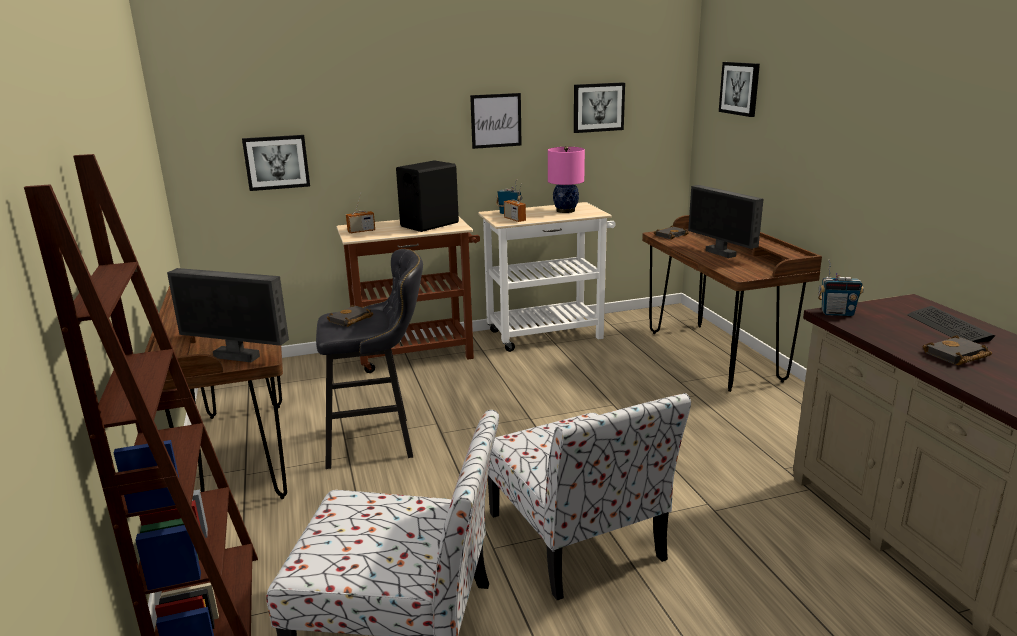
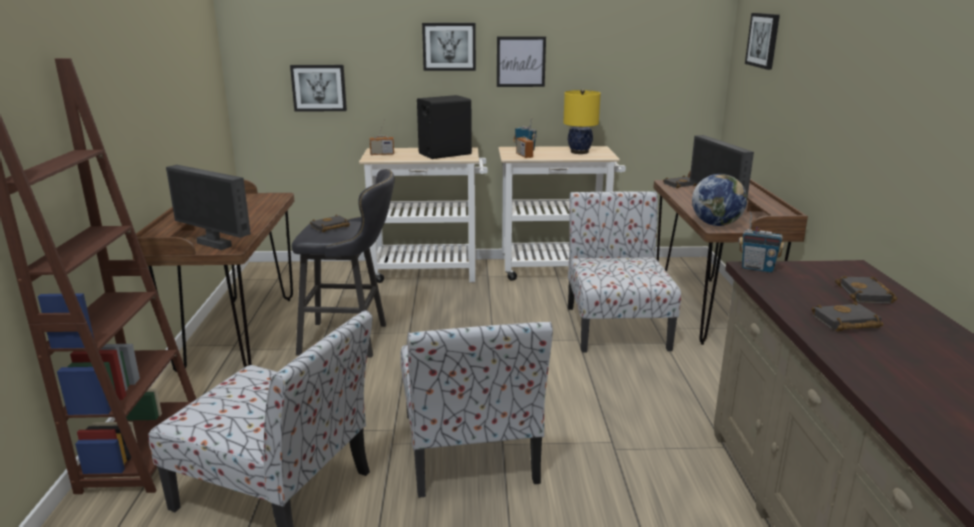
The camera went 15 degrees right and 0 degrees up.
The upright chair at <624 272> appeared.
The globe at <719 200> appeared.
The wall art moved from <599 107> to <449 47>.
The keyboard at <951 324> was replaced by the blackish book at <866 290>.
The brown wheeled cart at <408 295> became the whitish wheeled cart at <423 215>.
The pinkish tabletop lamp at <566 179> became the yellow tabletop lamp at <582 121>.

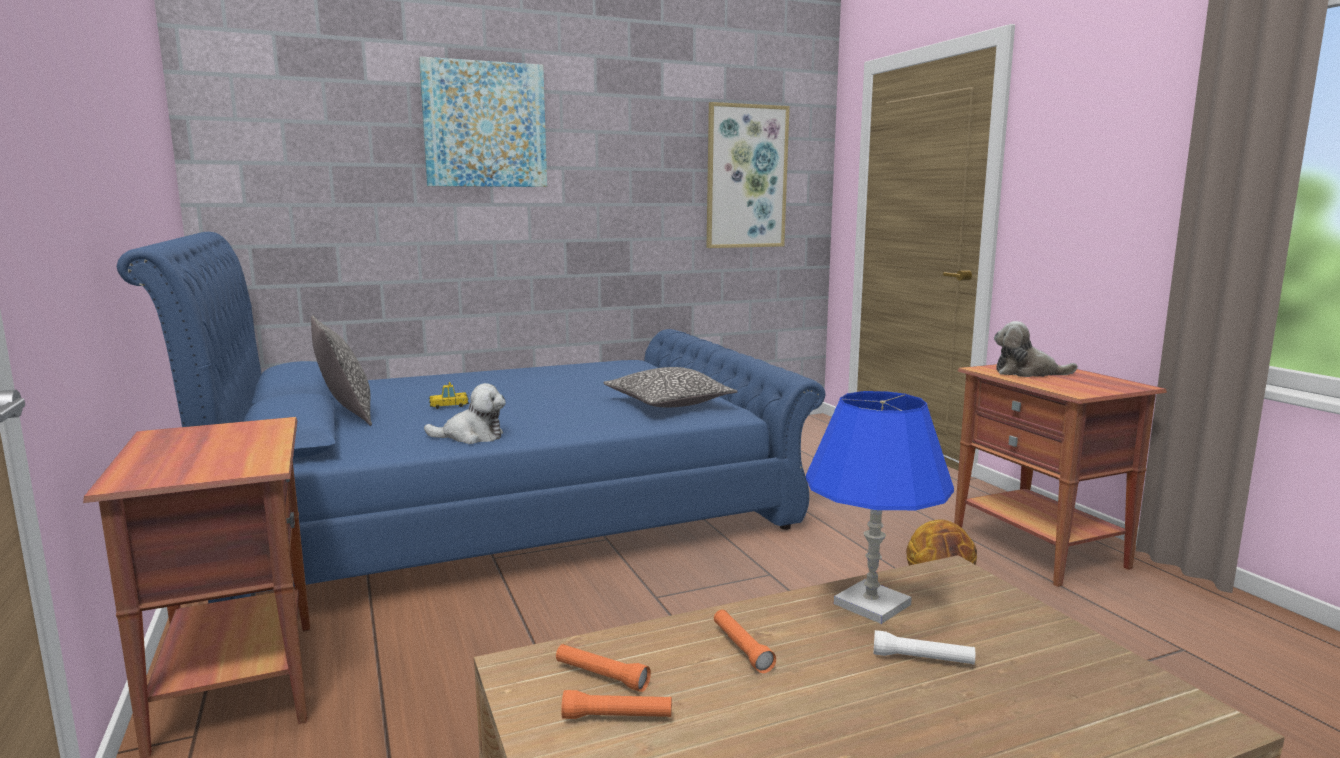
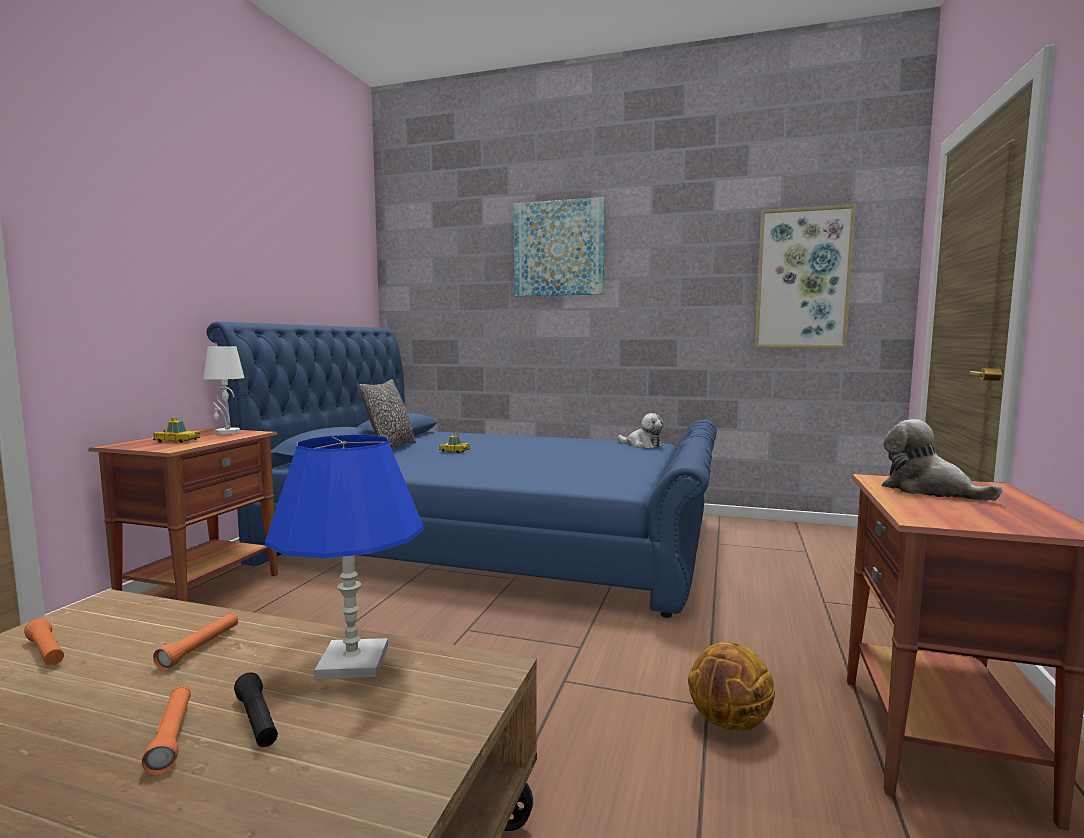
The camera went 40 degrees right and 5 degrees down.
The throw pillow at <670 387> disappeared.
The miniature car at <176 430> appeared.
The whitish tabletop lamp at <224 390> appeared.
The soft toy moved from <465 413> to <641 430>.
The orange-coloured flashlight moved from <603 668> to <166 730>.
The whitish flashlight at <924 647> became the blackish flashlight at <256 709>.

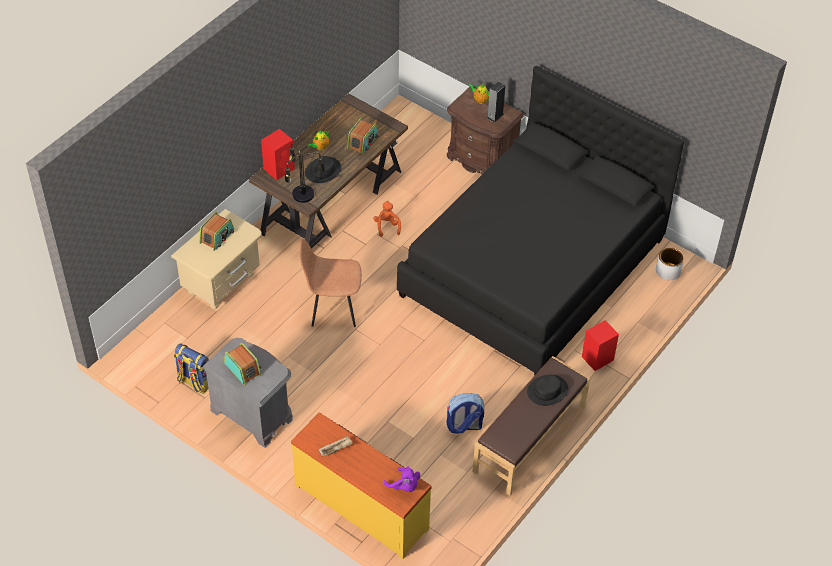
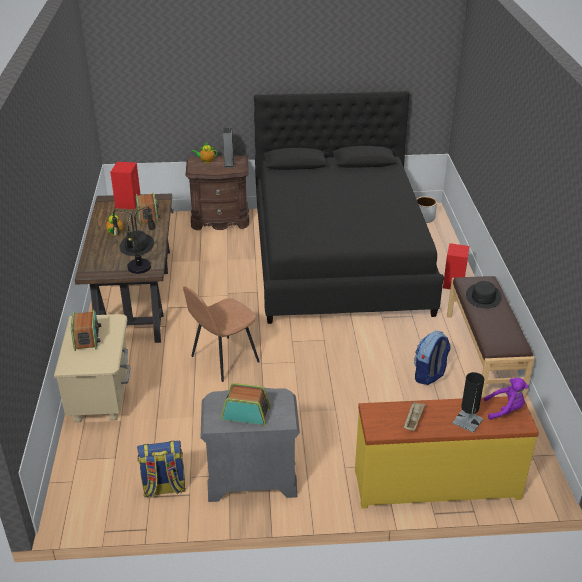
The camera went 40 degrees left and 15 degrees down.
The orange-coloured soft toy at <387 219> disappeared.
The blackish tabletop lamp at <468 402> appeared.
The red-coloured speaker moved from <278 154> to <125 185>.

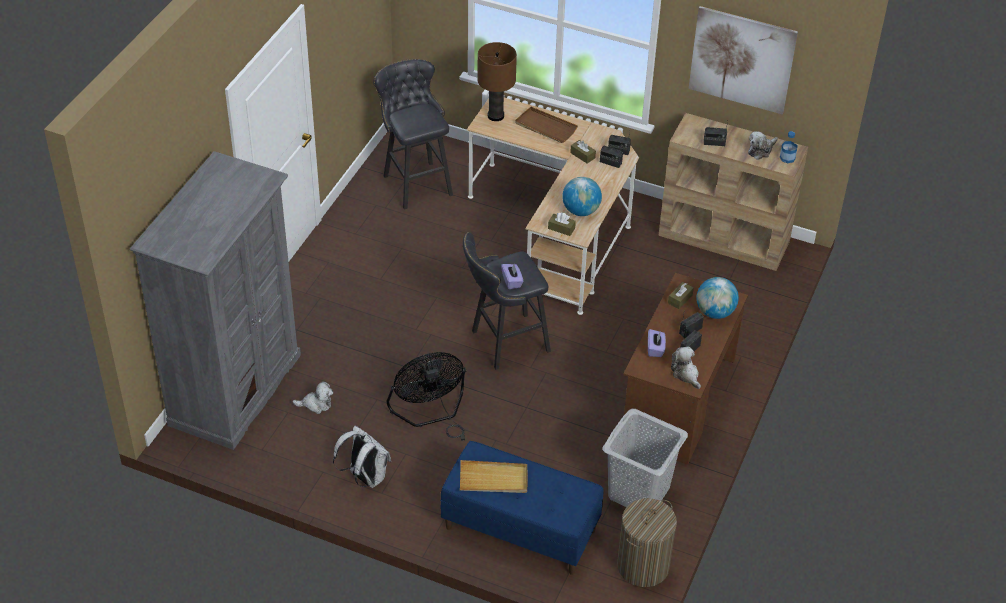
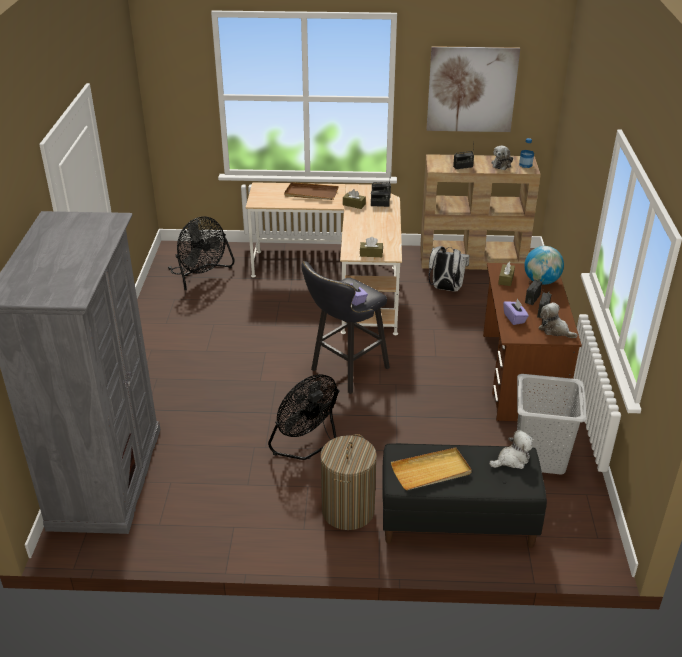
The camera went 20 degrees left and 10 degrees down.
The brown tabletop lamp at <497 81> disappeared.
The globe at <582 196> disappeared.
The soft toy moved from <312 398> to <511 449>.
The whitish backpack moved from <362 457> to <449 269>.
The hamper moved from <647 542> to <348 482>.
The blackish sitting stool at <413 134> was replaced by the blackish fan at <201 253>.
The blue-coloured indoor bench at <521 508> became the blackish indoor bench at <464 495>.

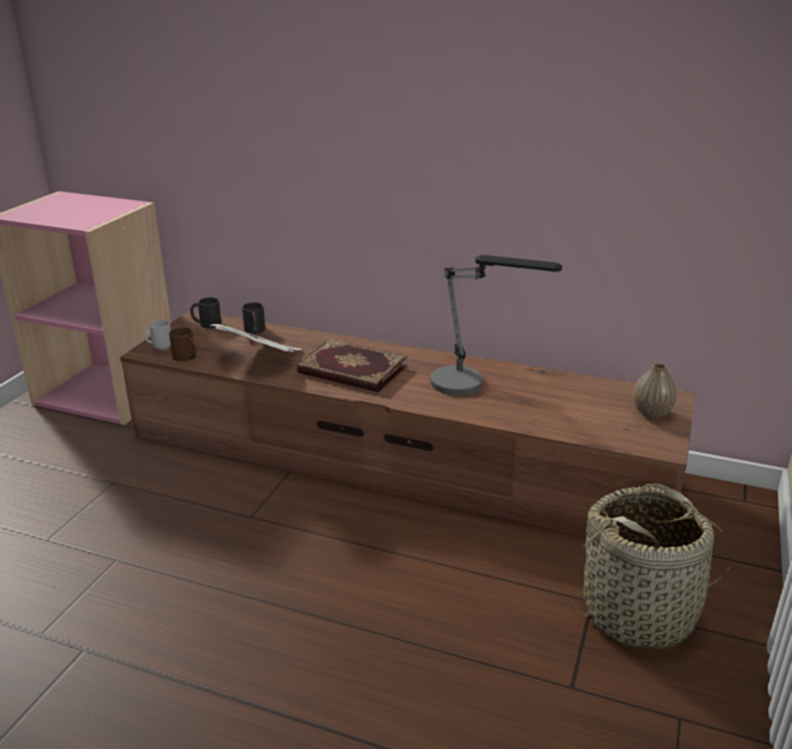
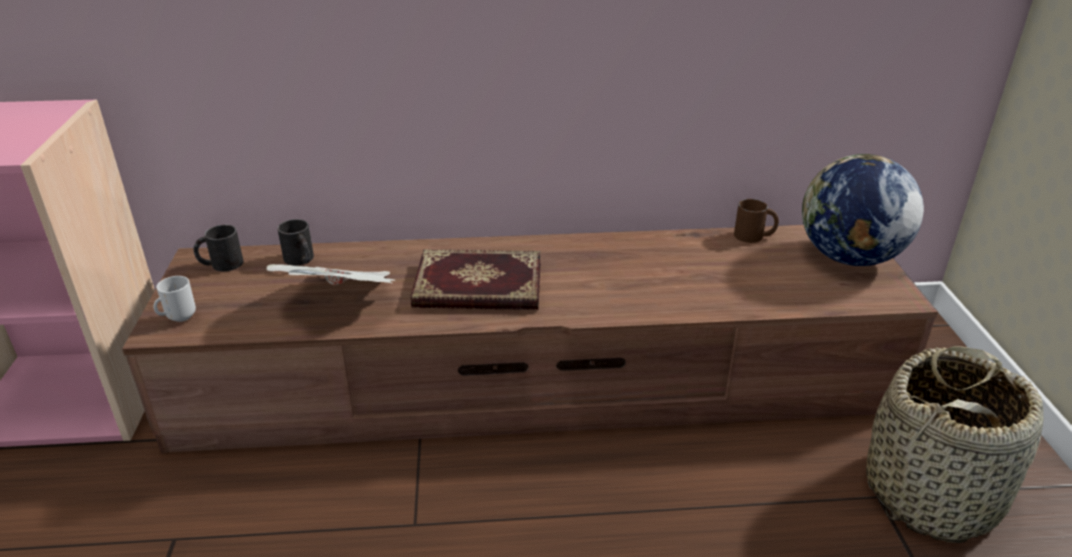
The camera went 25 degrees left and 5 degrees up.
The tabletop lamp at <496 325> disappeared.
The brown tea mug moved from <183 344> to <756 221>.
The flower vase at <655 391> was replaced by the globe at <863 210>.

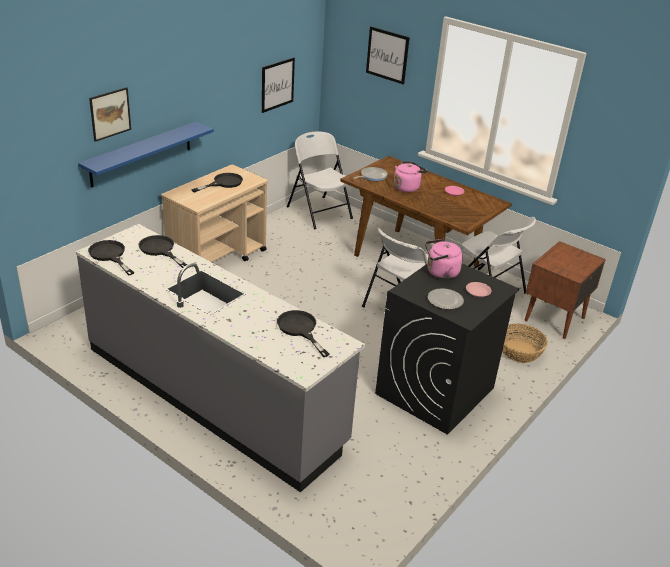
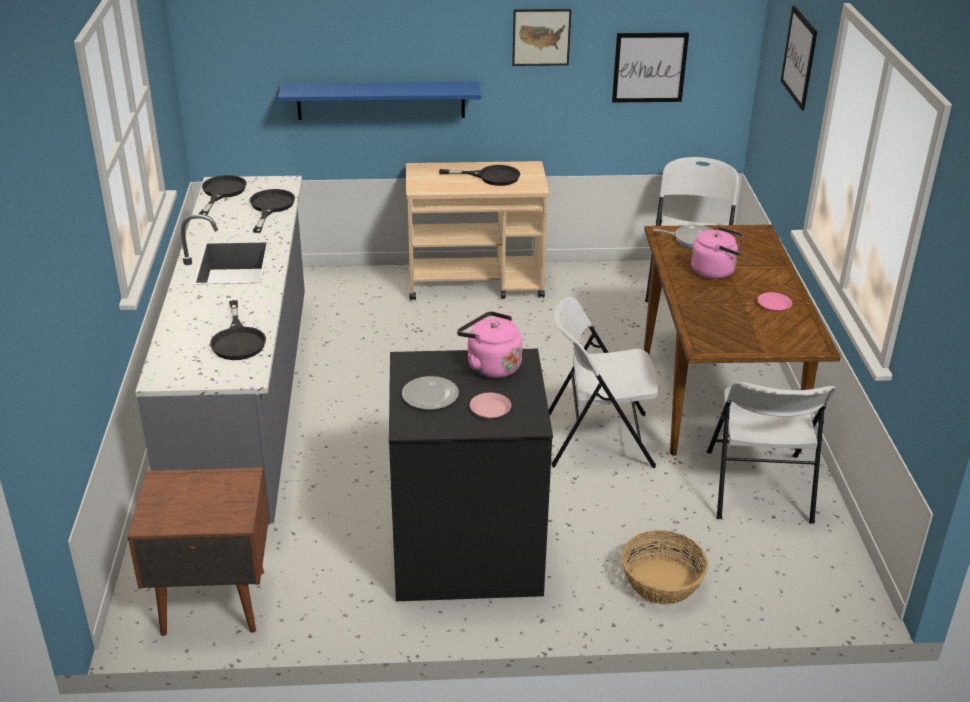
The camera went 50 degrees right and 0 degrees up.
The wall art moved from <110 114> to <542 37>.
The brown nightstand moved from <565 290> to <198 551>.
The blackish frying pan at <303 333> turned 150 degrees clockwise.

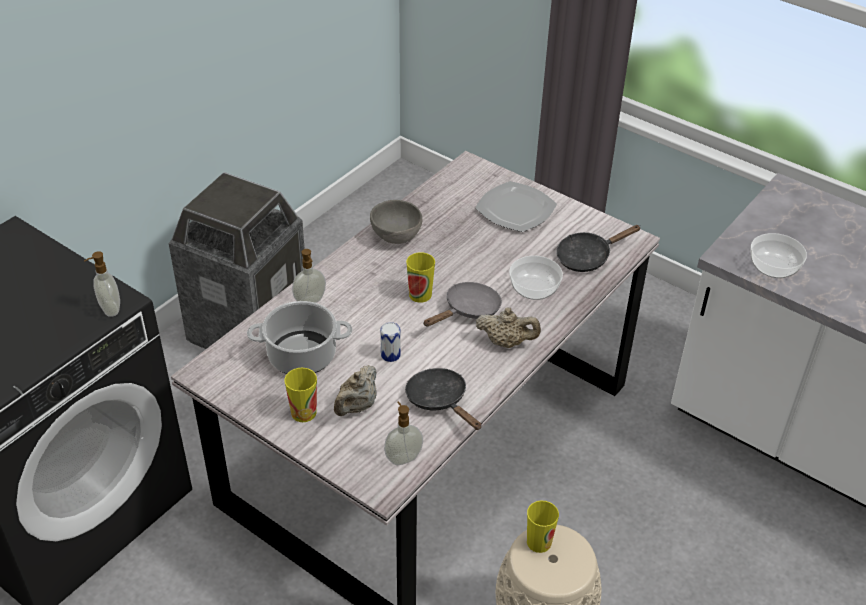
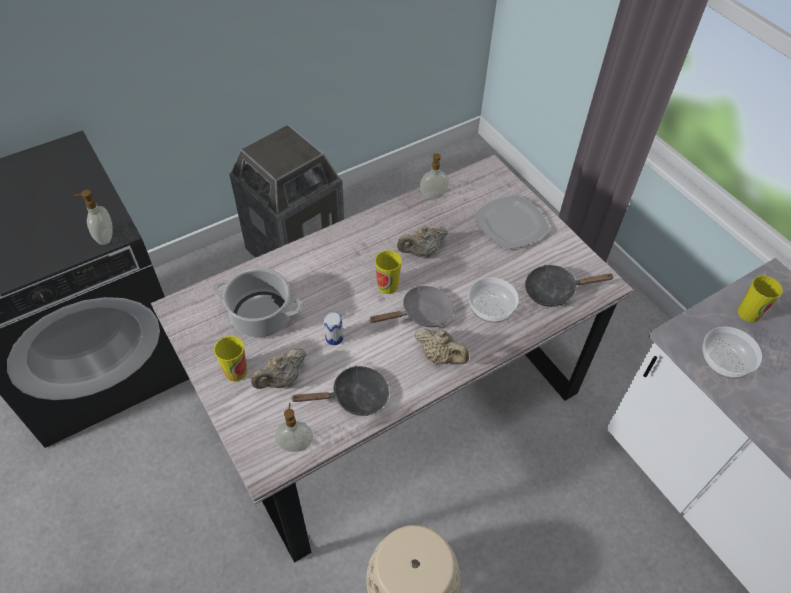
The camera went 20 degrees right and 10 degrees up.
The greyish deep dish at <396 222> disappeared.
The beige-coloured pot for tea at <422 241> appeared.
The soap dispenser moved from <309 276> to <434 176>.
The small cup moved from <543 526> to <760 298>.
The blackish frying pan at <443 399> turned 90 degrees clockwise.

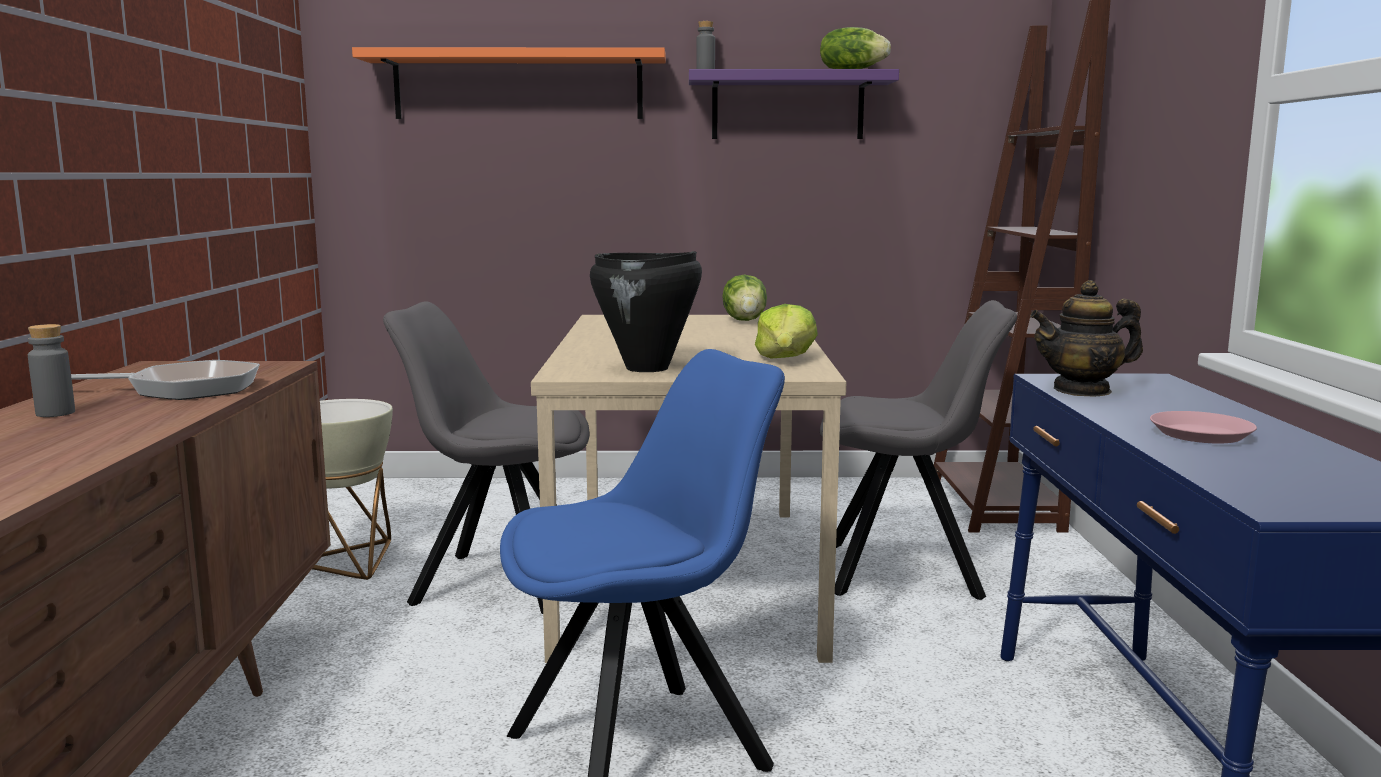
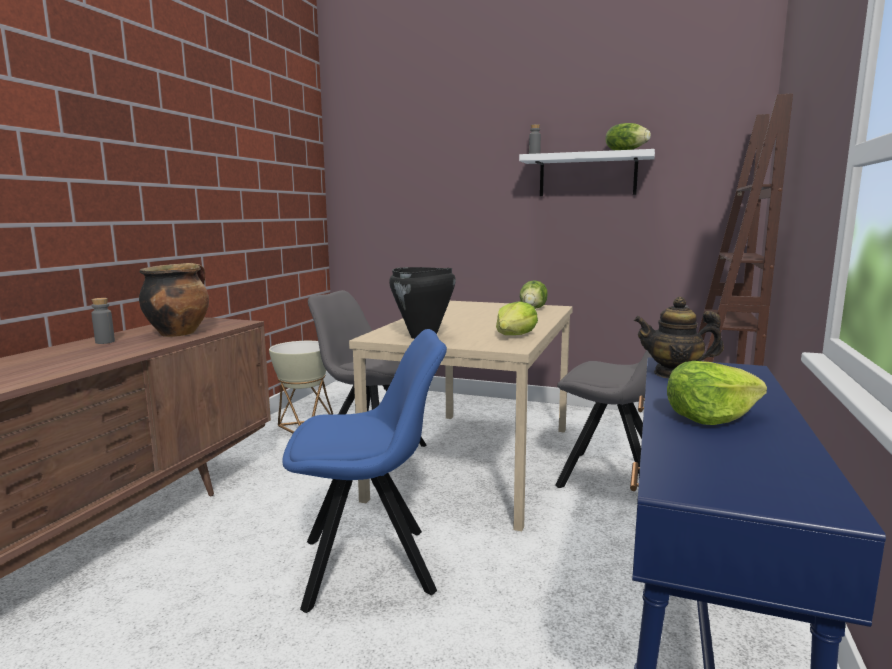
The camera went 20 degrees right and 0 degrees up.
The orange-coloured shelf at <509 83> disappeared.
The frying pan at <165 380> was replaced by the cooking pot at <174 300>.
The pinkish flat dish at <1203 427> was replaced by the lettuce at <717 393>.
The purple shelf at <794 104> became the whitish shelf at <587 172>.

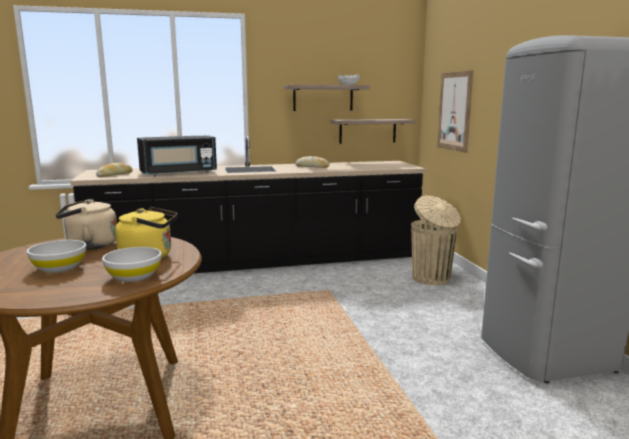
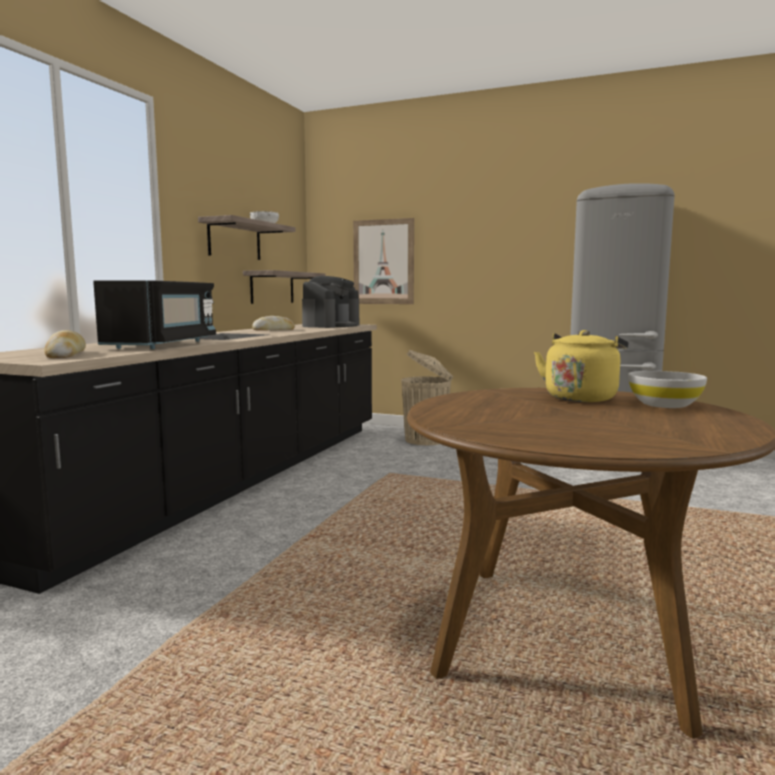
The camera went 55 degrees left and 5 degrees down.
The whitish deep dish at <56 256> disappeared.
The beige-coloured kettle at <86 224> disappeared.
The coffee machine at <330 302> appeared.

